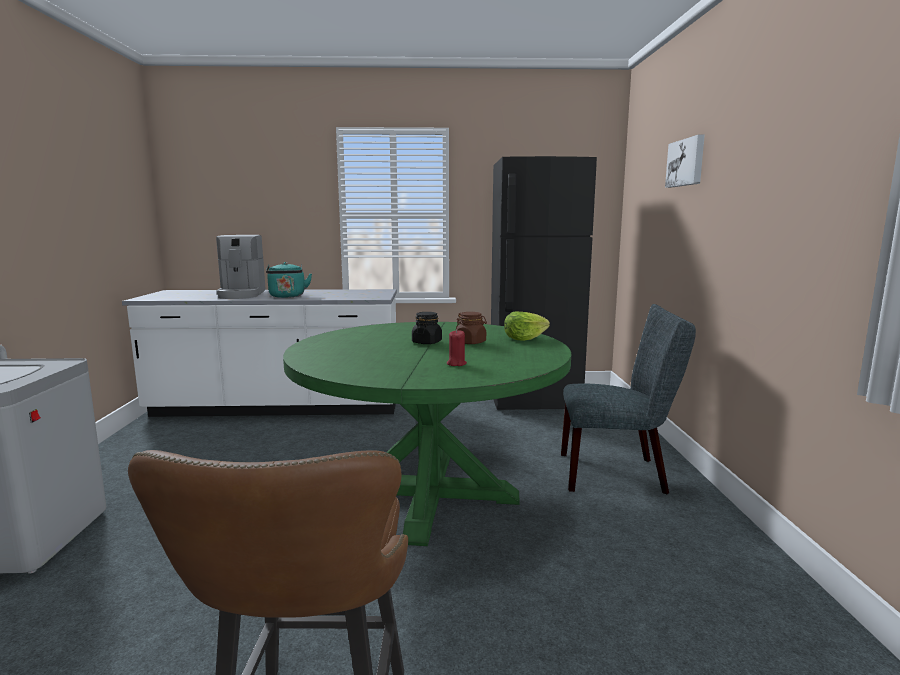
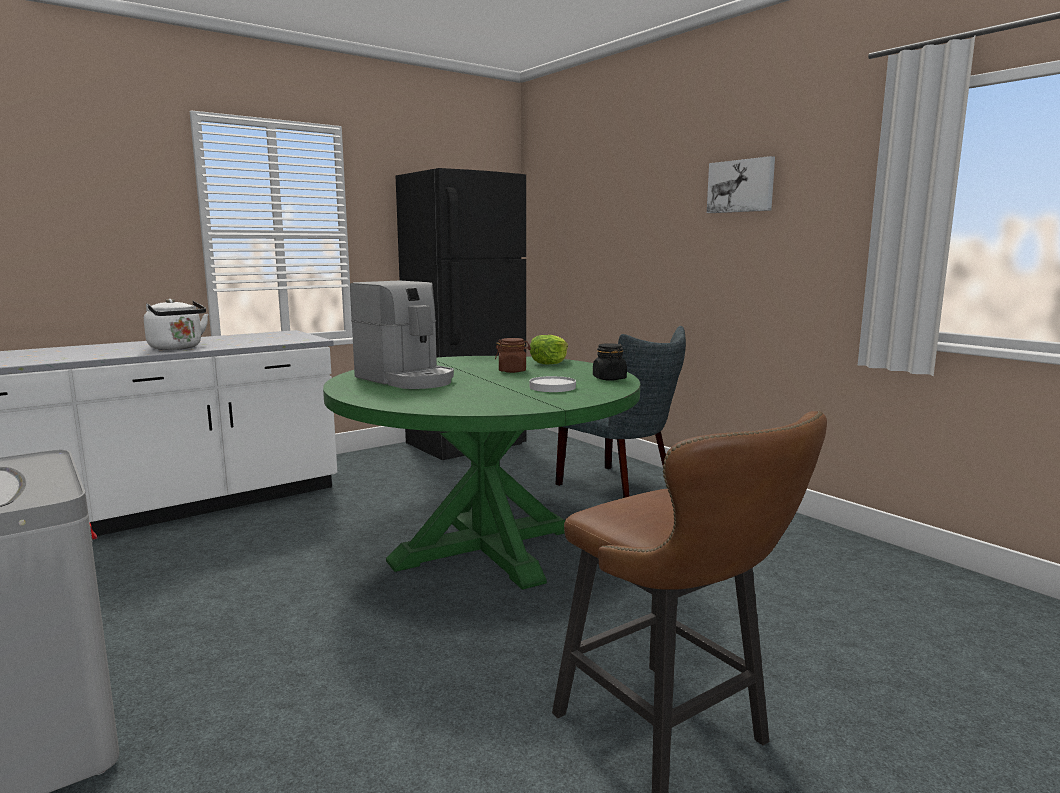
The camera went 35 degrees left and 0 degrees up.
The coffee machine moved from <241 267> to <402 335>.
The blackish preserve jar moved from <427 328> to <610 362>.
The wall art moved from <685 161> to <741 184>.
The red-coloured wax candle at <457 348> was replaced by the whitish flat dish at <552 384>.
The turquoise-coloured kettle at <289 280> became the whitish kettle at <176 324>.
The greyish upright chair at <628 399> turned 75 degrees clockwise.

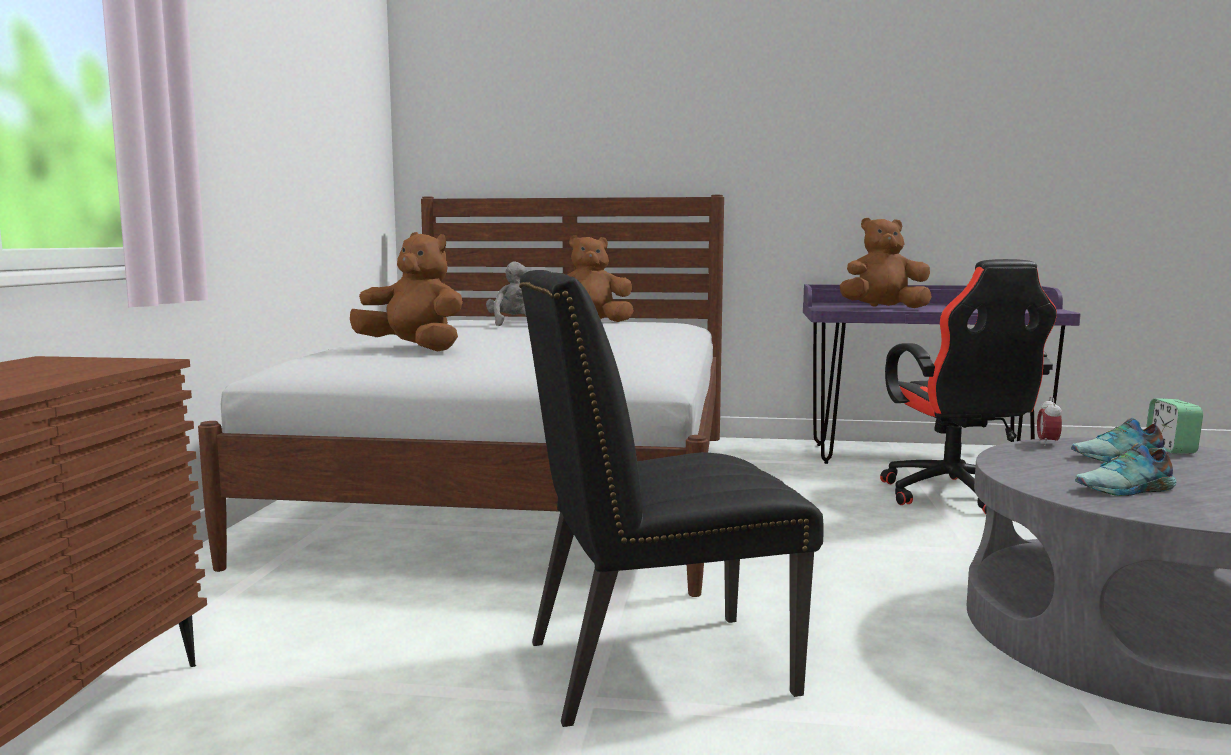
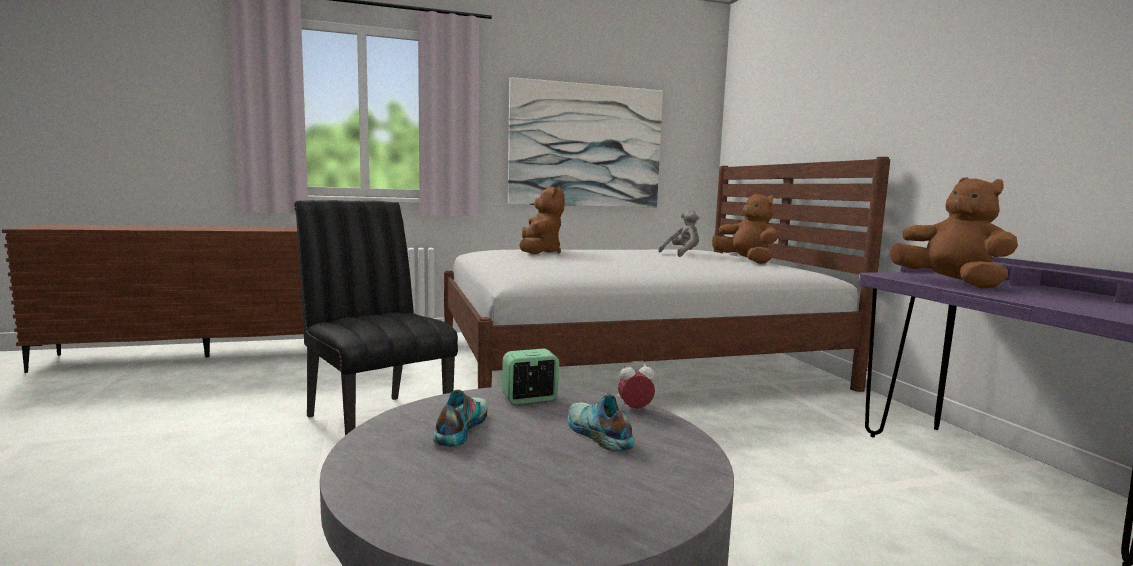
The camera went 65 degrees right and 0 degrees up.
The blackish office chair at <968 386> disappeared.
The wall art at <585 142> appeared.
The bedside clock moved from <1174 425> to <530 376>.
The shoe at <1125 469> turned 45 degrees clockwise.

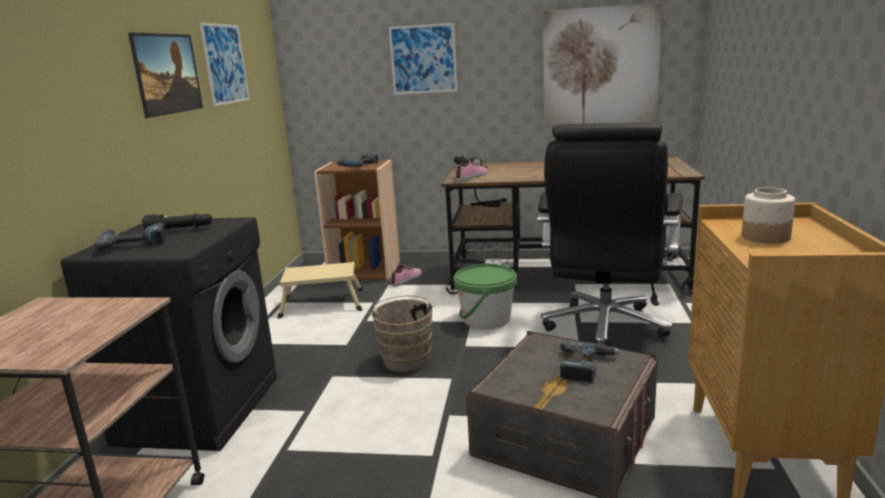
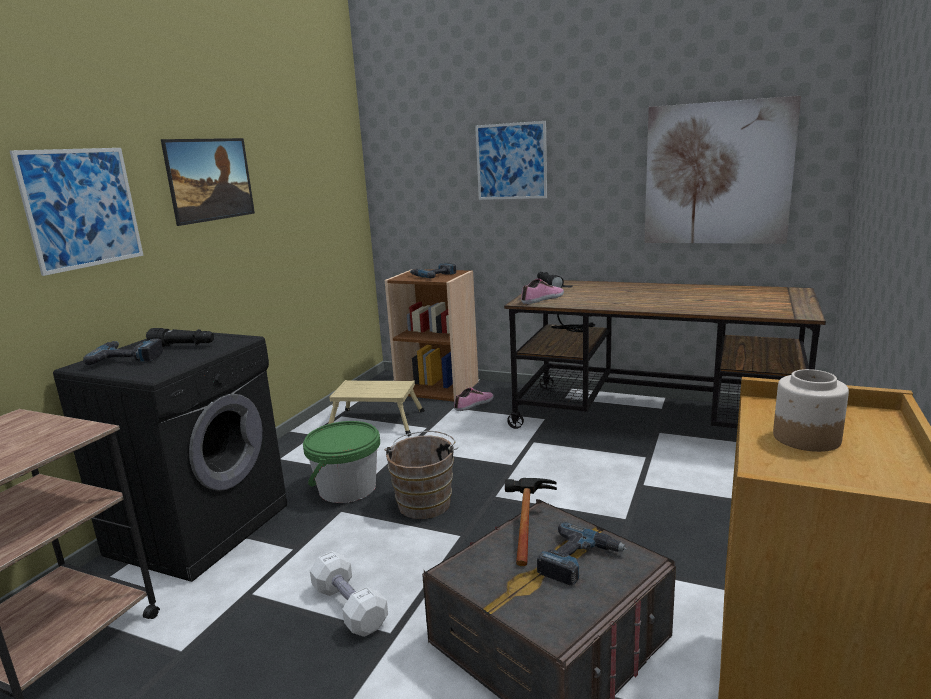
The camera went 15 degrees right and 0 degrees up.
The blackish office chair at <610 234> disappeared.
The whitish hand weight at <349 594> appeared.
The hand hammer at <531 522> appeared.
The wall art moved from <224 64> to <77 212>.
The greenish pail moved from <485 296> to <341 462>.

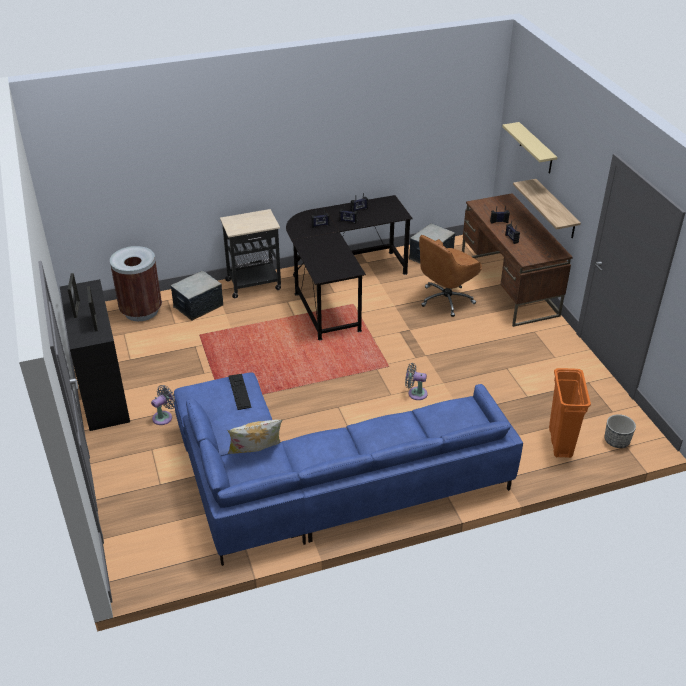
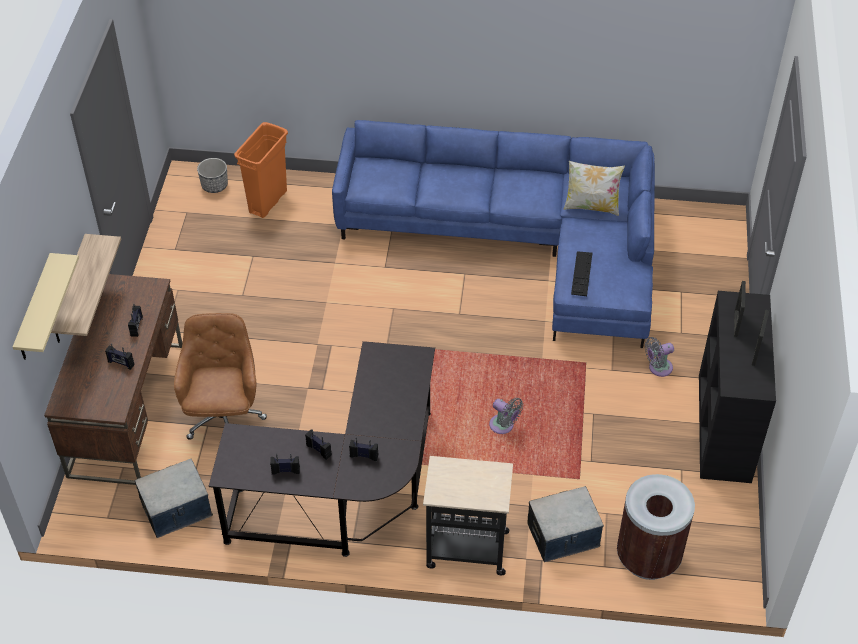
The camera went 155 degrees left and 10 degrees up.
The greyish fan moved from <416 381> to <506 416>.
The brown office chair at <450 276> turned 75 degrees counterclockwise.

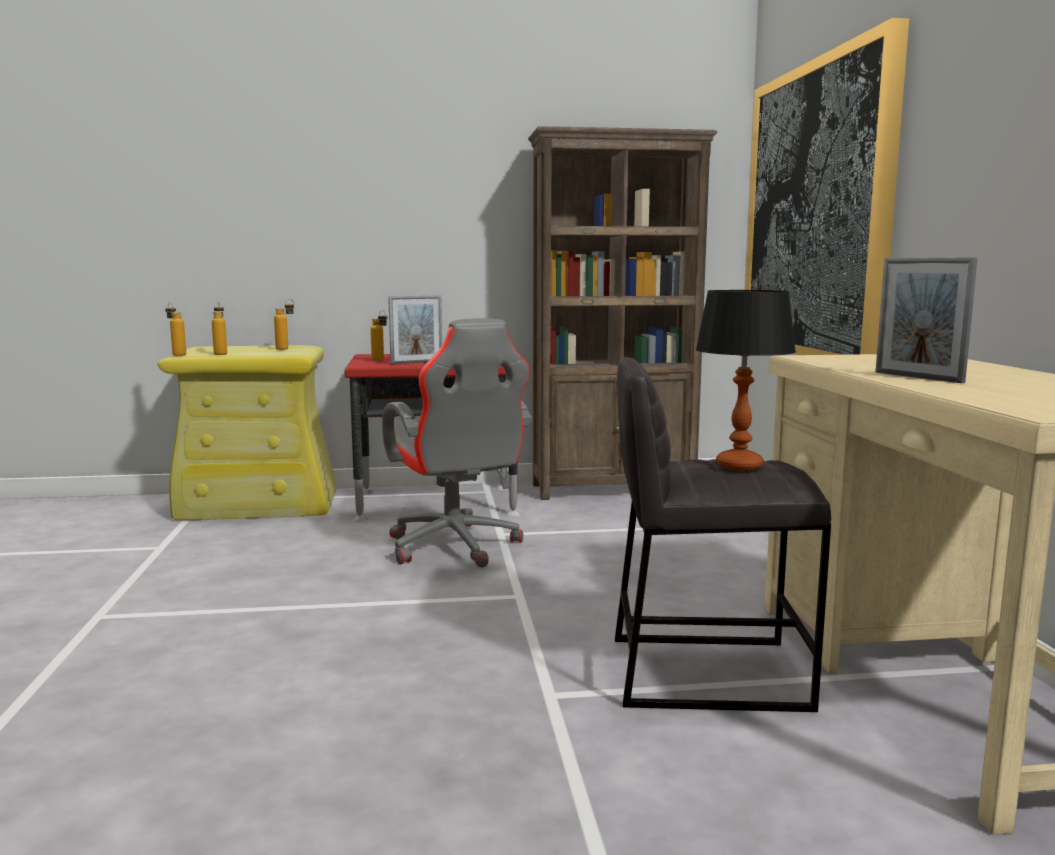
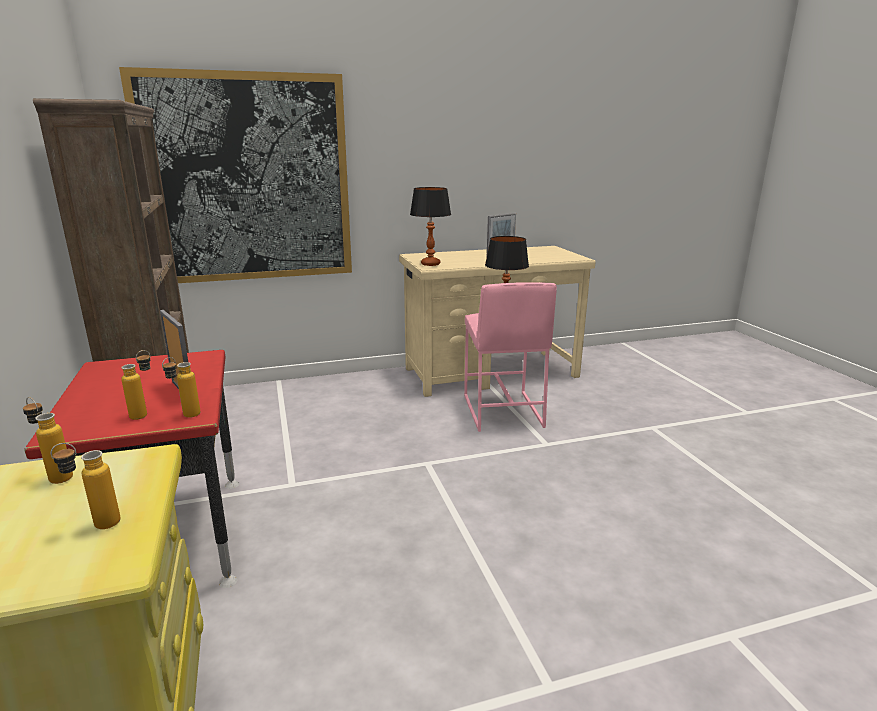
The camera went 100 degrees left and 10 degrees up.
The greyish office chair at <457 442> disappeared.
The tabletop lamp at <430 226> appeared.
The beverage bottle moved from <175 329> to <181 387>.
The greyish sitting stool at <723 534> became the pinkish sitting stool at <510 357>.

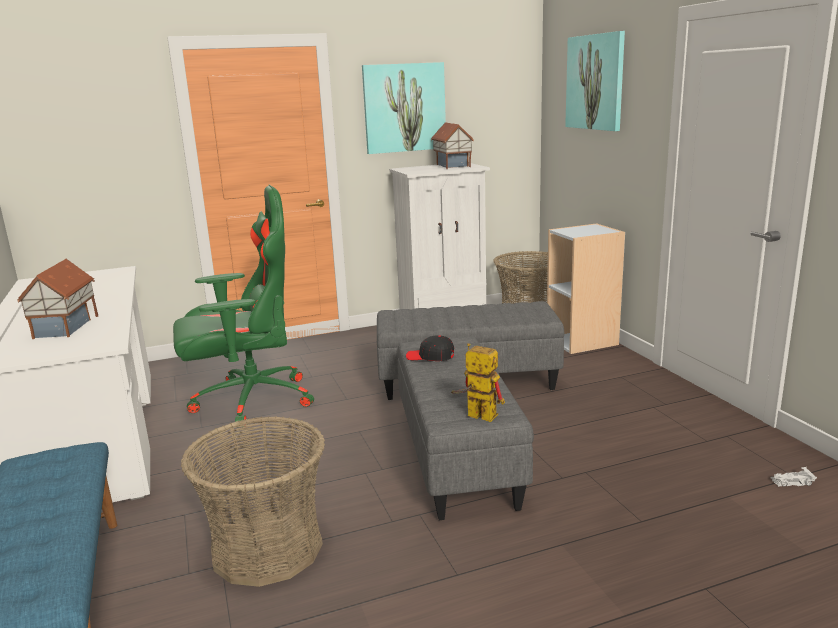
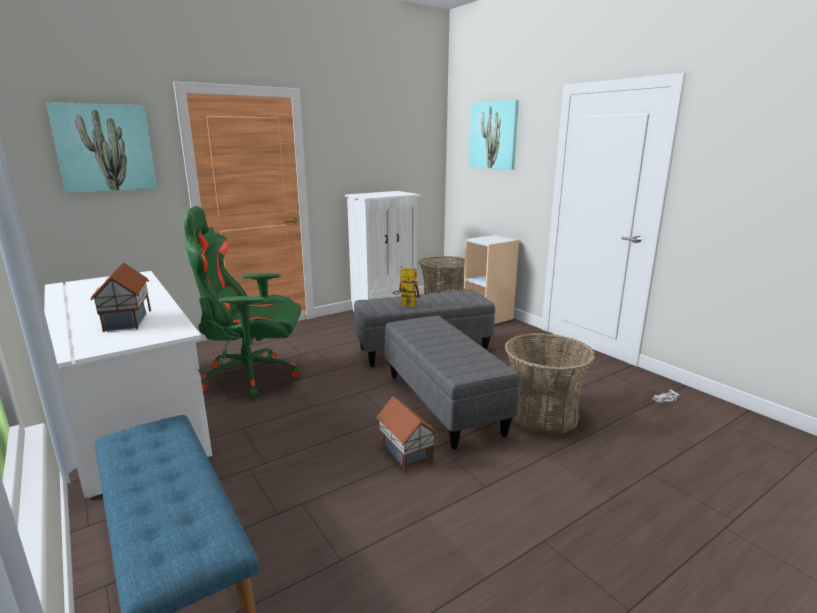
The camera went 15 degrees left and 0 degrees up.
The blackish baseball cap at <430 348> disappeared.
The basket moved from <253 501> to <550 383>.
The wall art moved from <404 108> to <101 147>.
The toy house moved from <452 145> to <407 434>.
The robot figure moved from <478 382> to <407 287>.
The greenish office chair at <243 306> turned 150 degrees counterclockwise.

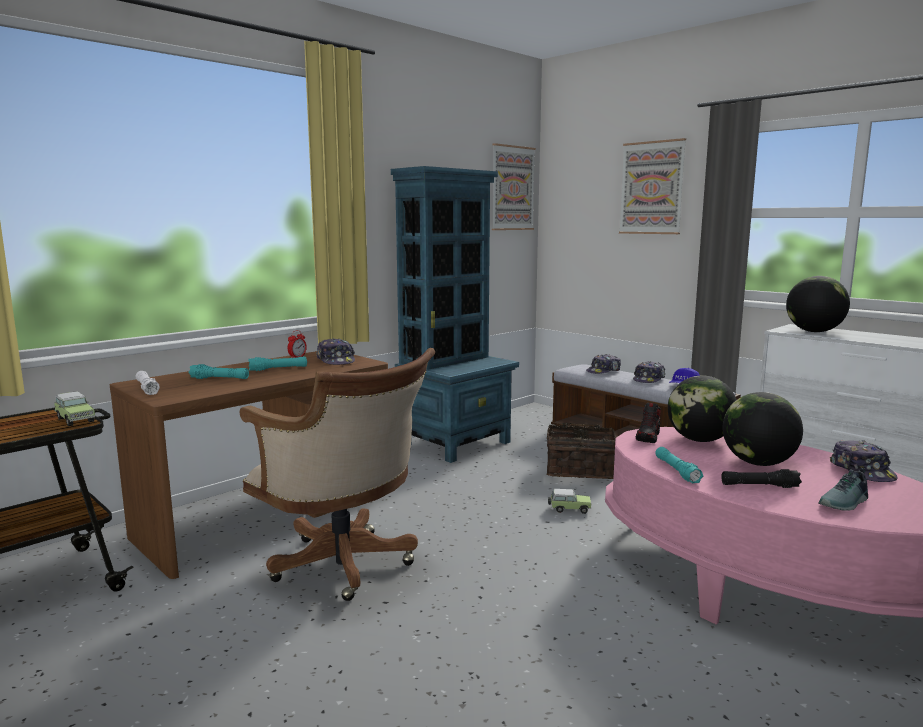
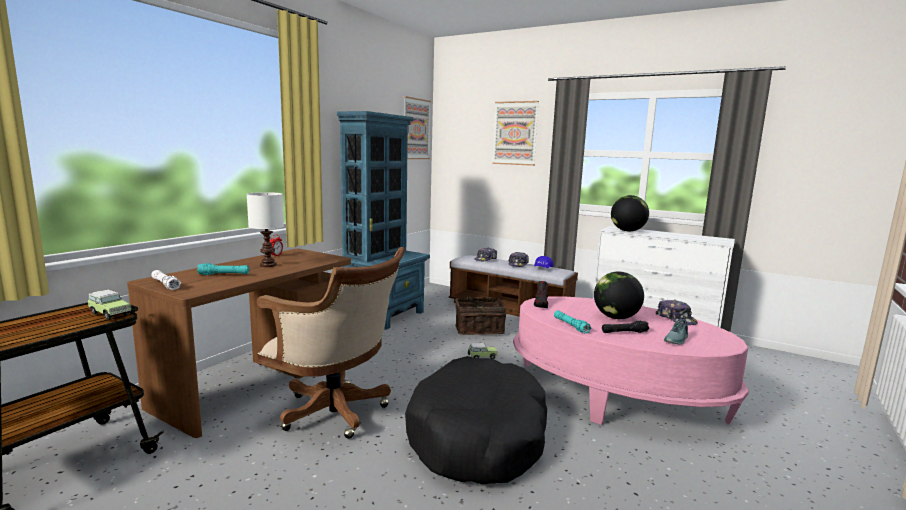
The camera went 15 degrees left and 0 degrees up.
The baseball cap at <335 351> disappeared.
The globe at <702 409> disappeared.
The blackish dog bed at <476 420> appeared.
The turquoise-coloured flashlight at <277 363> was replaced by the whitish tabletop lamp at <265 229>.

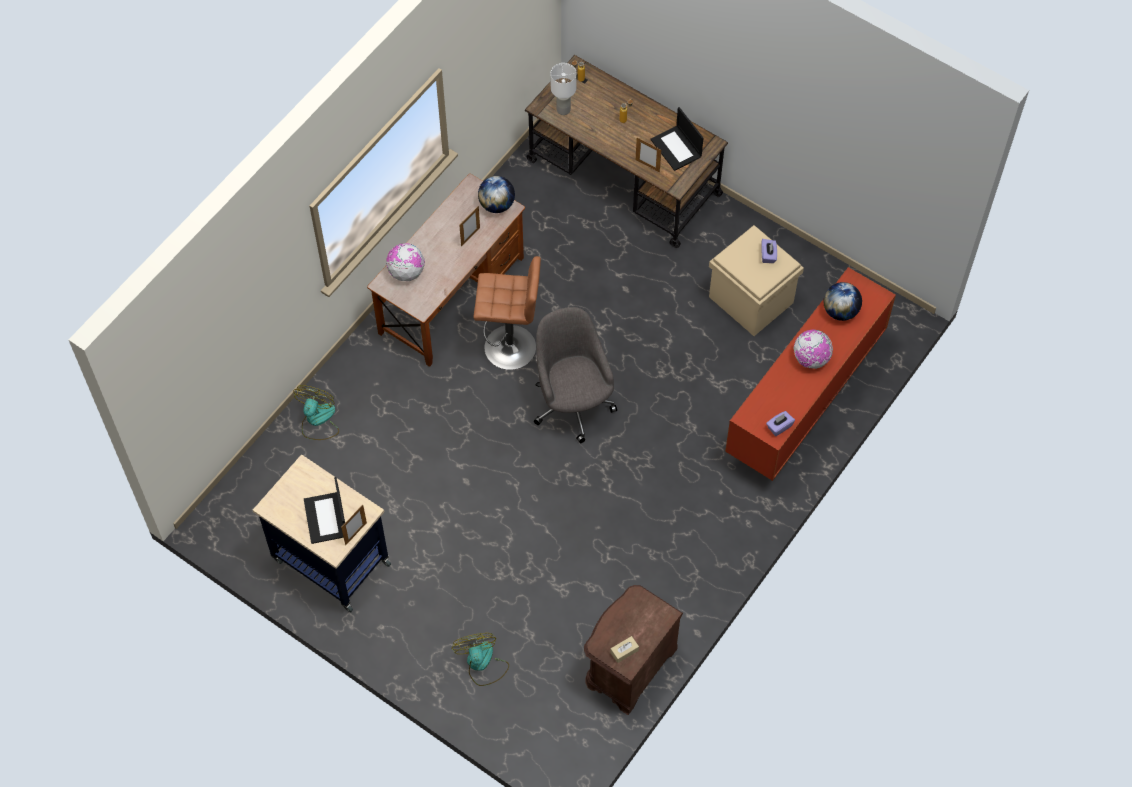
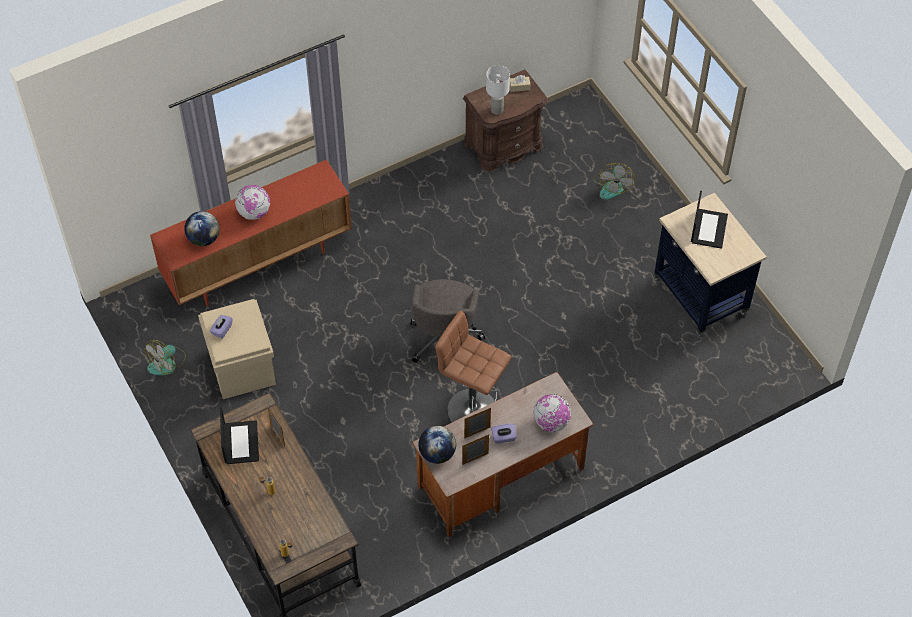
The camera went 155 degrees left and 5 degrees down.
The fan moved from <316 412> to <165 357>.
The photo frame moved from <354 525> to <475 449>.
The whitish tabletop lamp moved from <563 89> to <498 90>.
The purple box of tissues moved from <780 423> to <504 434>.

